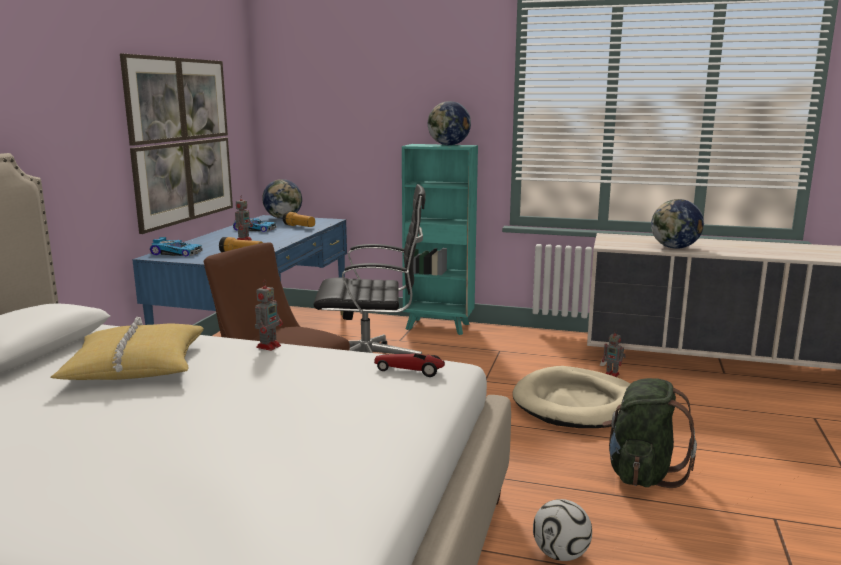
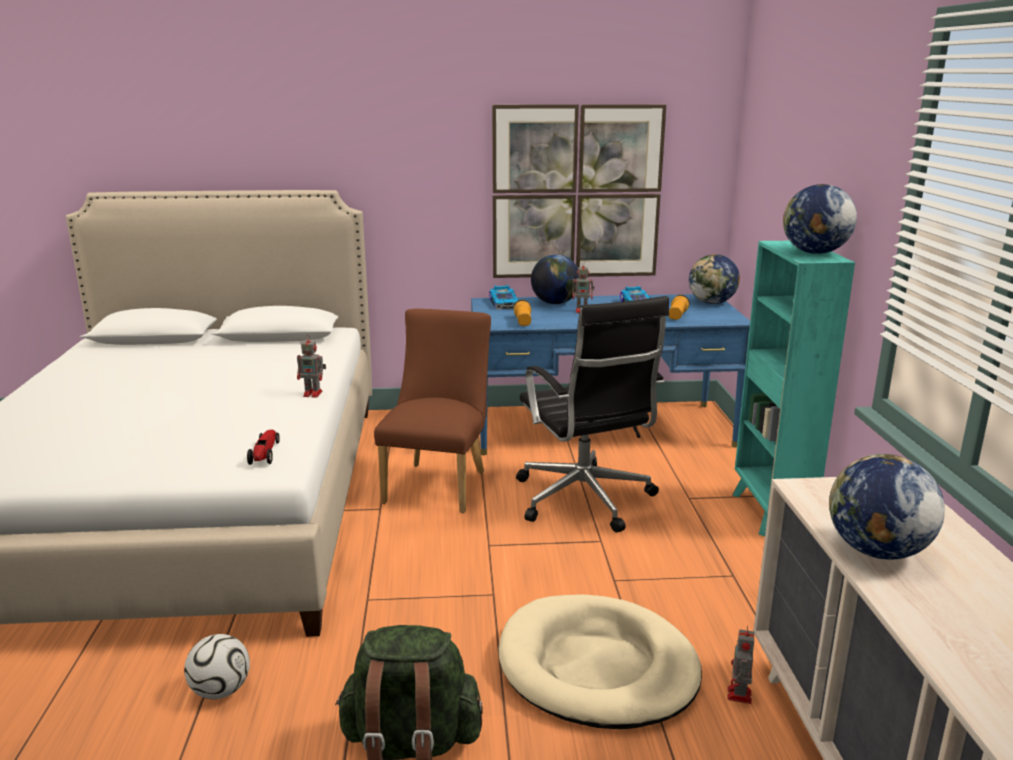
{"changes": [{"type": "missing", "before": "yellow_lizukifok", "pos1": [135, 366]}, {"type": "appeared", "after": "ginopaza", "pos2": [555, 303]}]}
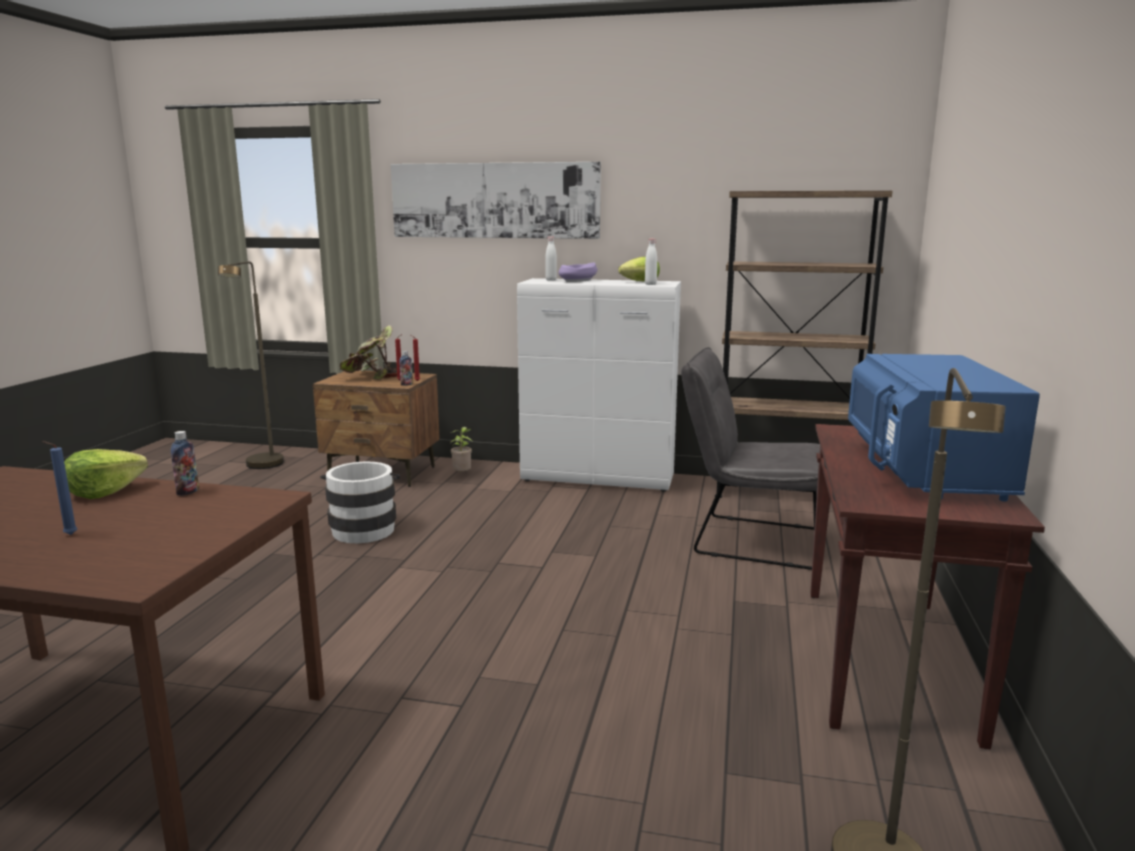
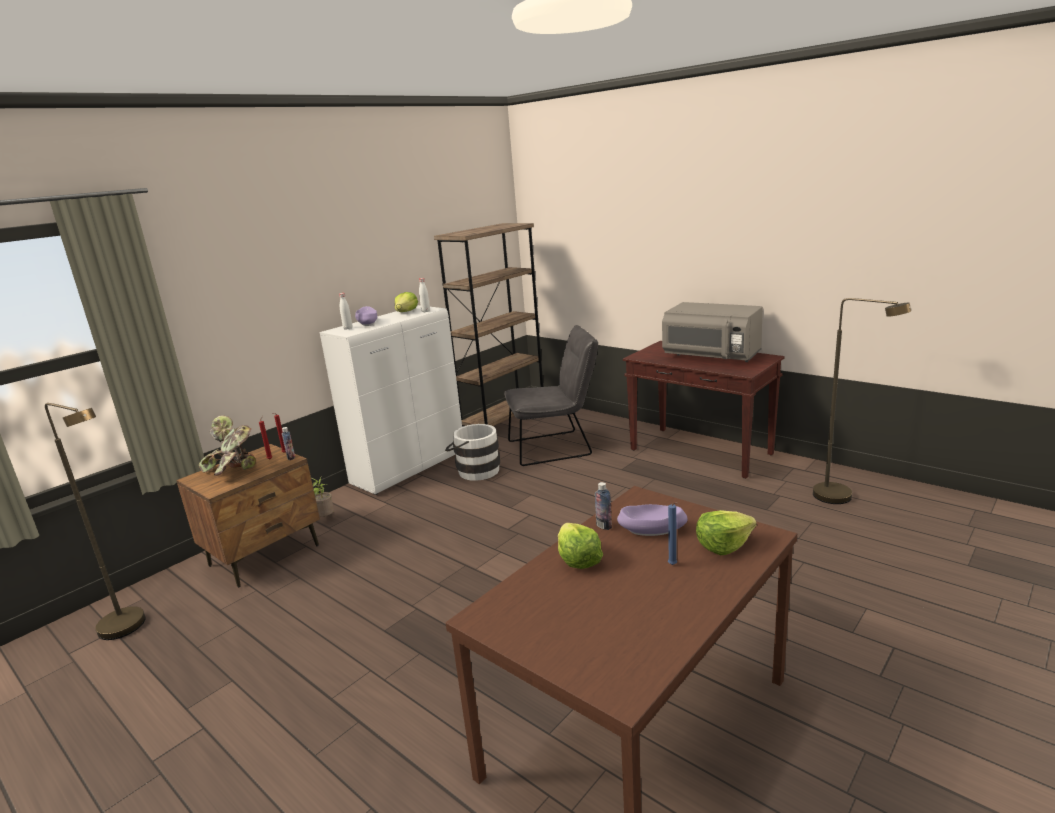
{"changes": [{"type": "missing", "before": "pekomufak", "pos1": [494, 200]}, {"type": "spun", "before": "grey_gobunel", "pos1": [748, 540], "pos2": [555, 447], "turn": -150}, {"type": "colour", "before": "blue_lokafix", "after": "grey_lokafix", "pos1": [923, 471], "pos2": [711, 356]}, {"type": "relocated", "before": "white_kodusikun", "pos1": [364, 528], "pos2": [475, 470]}, {"type": "appeared", "after": "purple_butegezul", "pos2": [652, 530]}, {"type": "appeared", "after": "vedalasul", "pos2": [723, 545]}]}
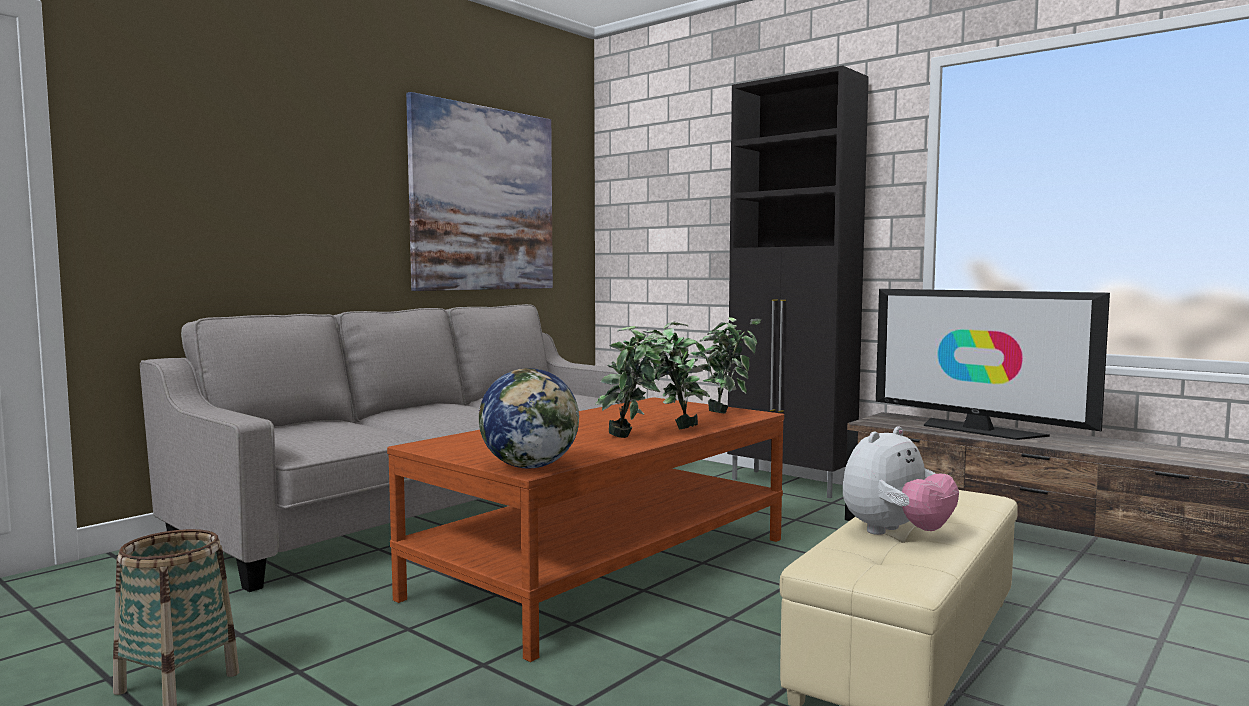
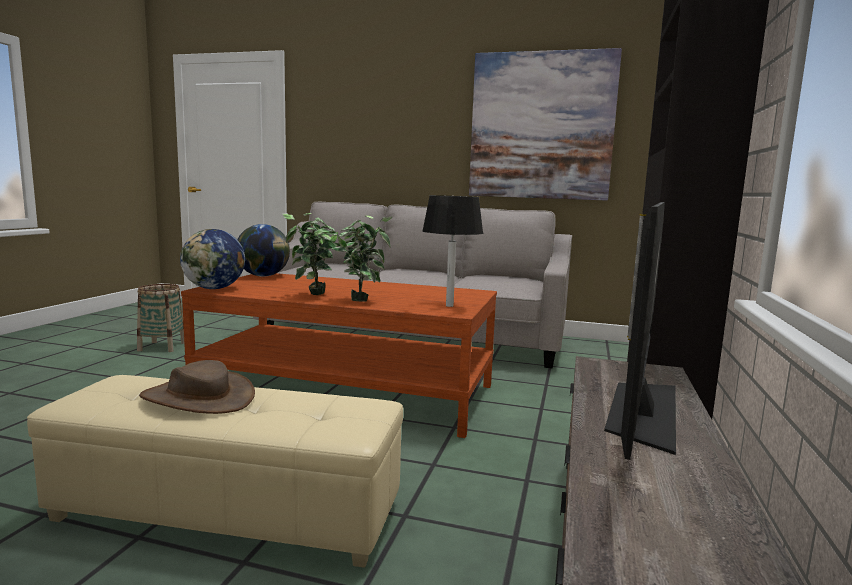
{"changes": [{"type": "exchanged", "before": "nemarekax", "after": "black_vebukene", "pos1": [725, 412], "pos2": [449, 306]}, {"type": "exchanged", "before": "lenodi", "after": "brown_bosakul", "pos1": [896, 533], "pos2": [198, 398]}, {"type": "appeared", "after": "ginopaza", "pos2": [263, 276]}]}
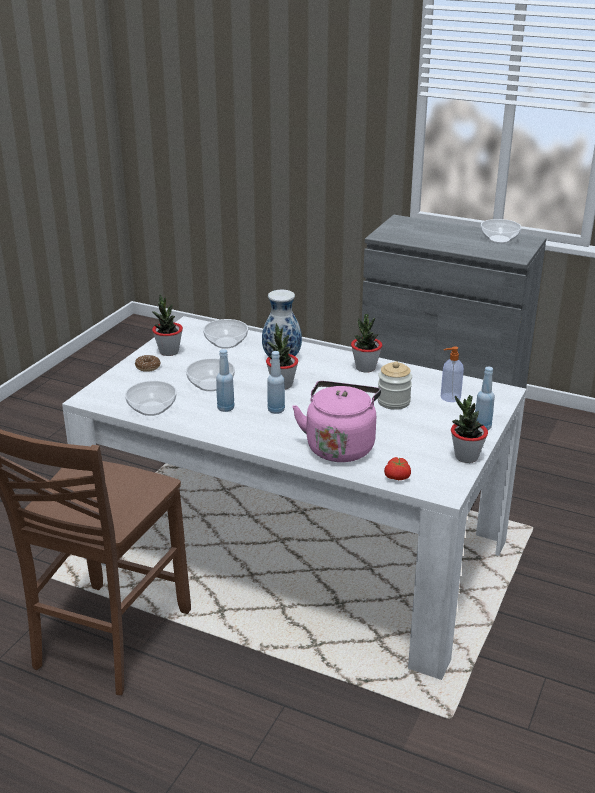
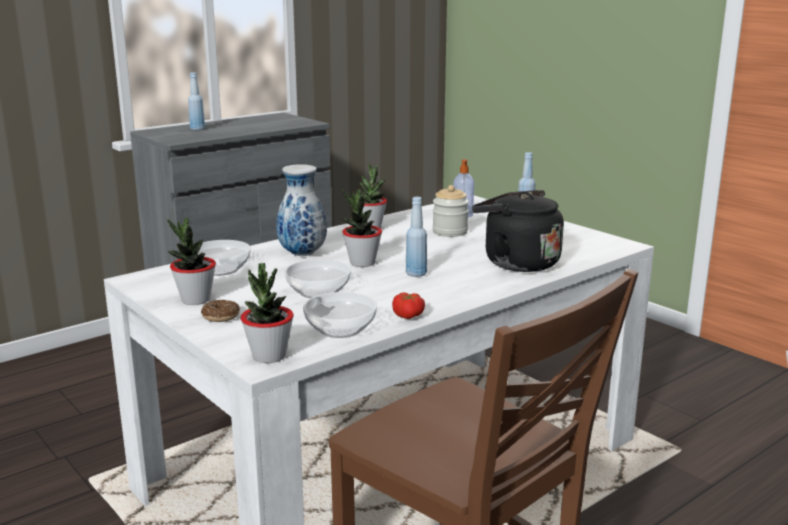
{"changes": [{"type": "missing", "before": "butegezul", "pos1": [499, 239]}, {"type": "relocated", "before": "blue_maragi", "pos1": [225, 408], "pos2": [197, 129]}, {"type": "colour", "before": "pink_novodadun", "after": "black_novodadun", "pos1": [340, 446], "pos2": [516, 263]}, {"type": "relocated", "before": "nemarekax", "pos1": [466, 457], "pos2": [269, 356]}, {"type": "relocated", "before": "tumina", "pos1": [398, 477], "pos2": [409, 316]}]}
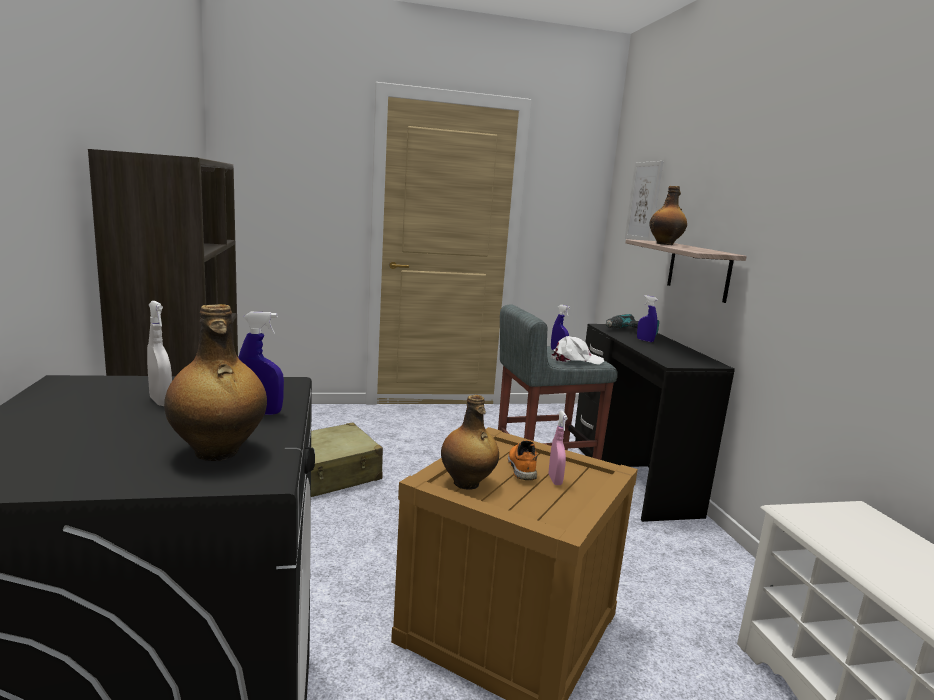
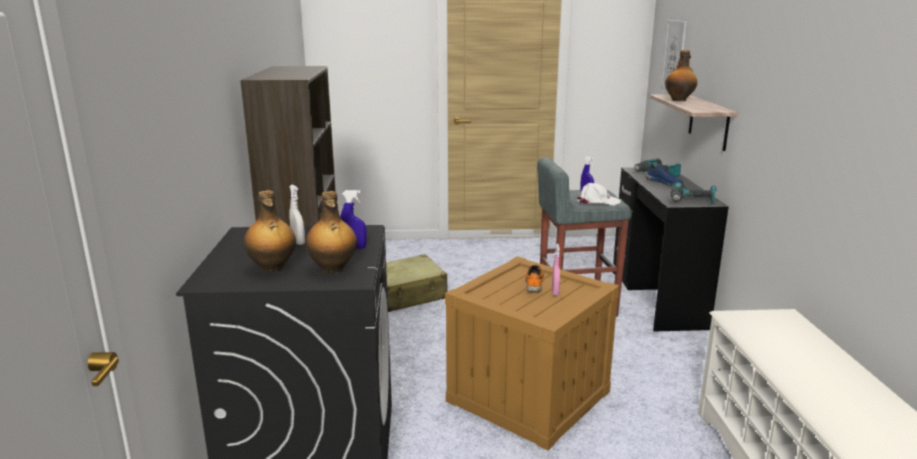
{"changes": [{"type": "exchanged", "before": "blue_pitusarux", "after": "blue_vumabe", "pos1": [645, 340], "pos2": [664, 182]}, {"type": "relocated", "before": "maragi", "pos1": [467, 483], "pos2": [272, 269]}, {"type": "appeared", "after": "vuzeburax", "pos2": [691, 201]}]}
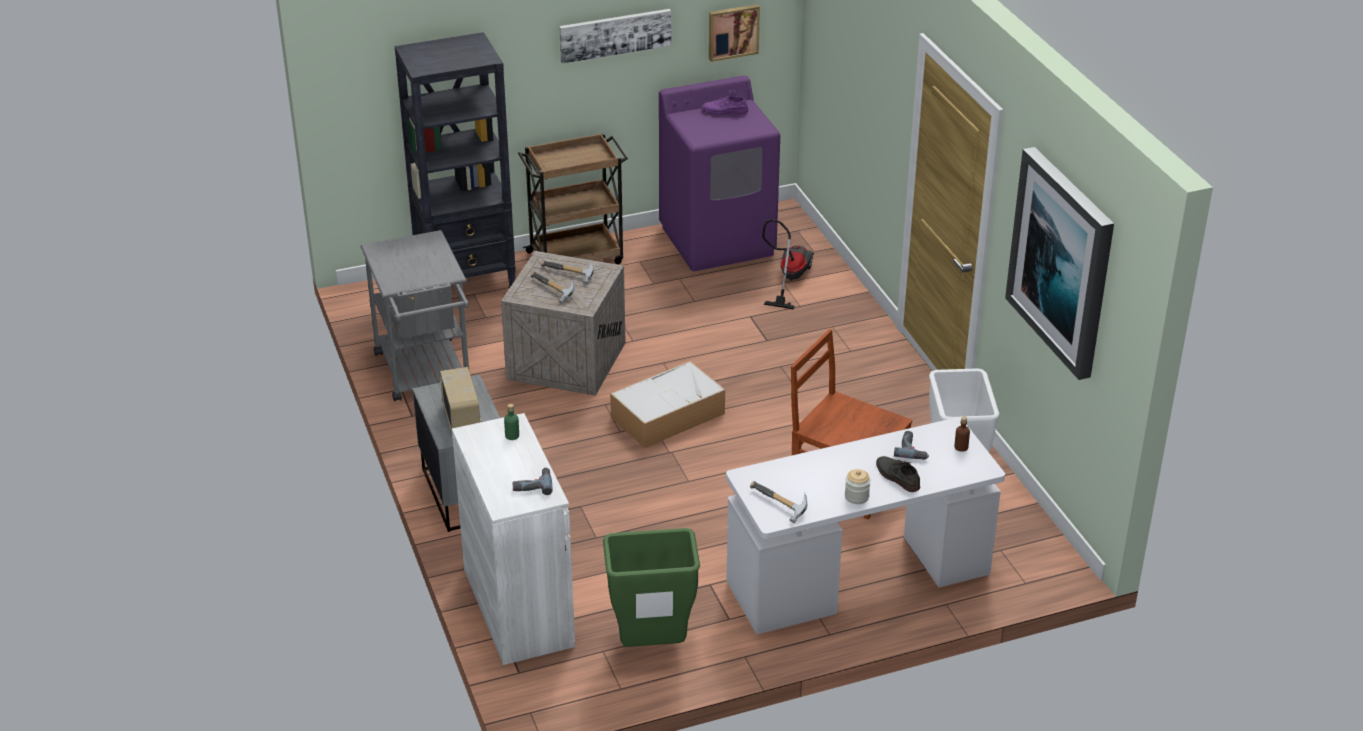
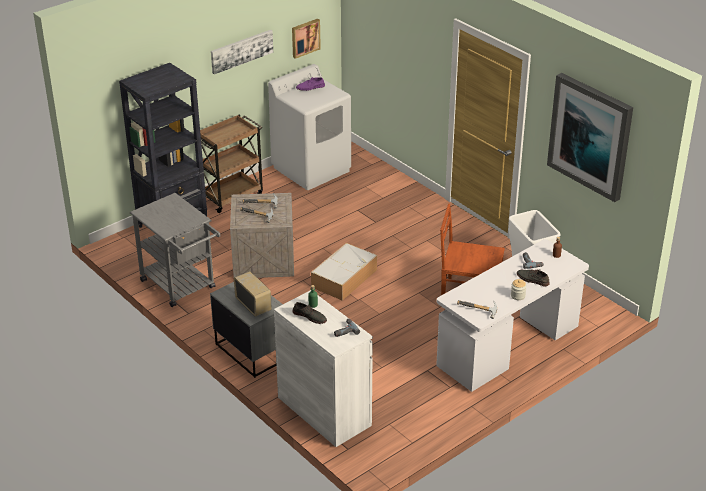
{"changes": [{"type": "colour", "before": "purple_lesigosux", "after": "white_lesigosux", "pos1": [718, 240], "pos2": [312, 169]}, {"type": "missing", "before": "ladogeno", "pos1": [788, 278]}, {"type": "missing", "before": "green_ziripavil", "pos1": [651, 646]}, {"type": "appeared", "after": "grey_vumabe", "pos2": [310, 316]}]}
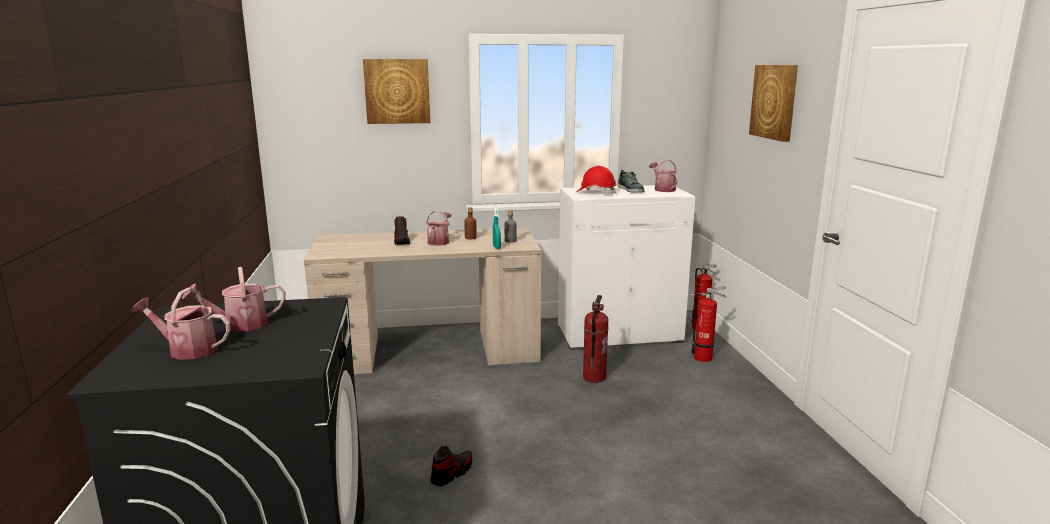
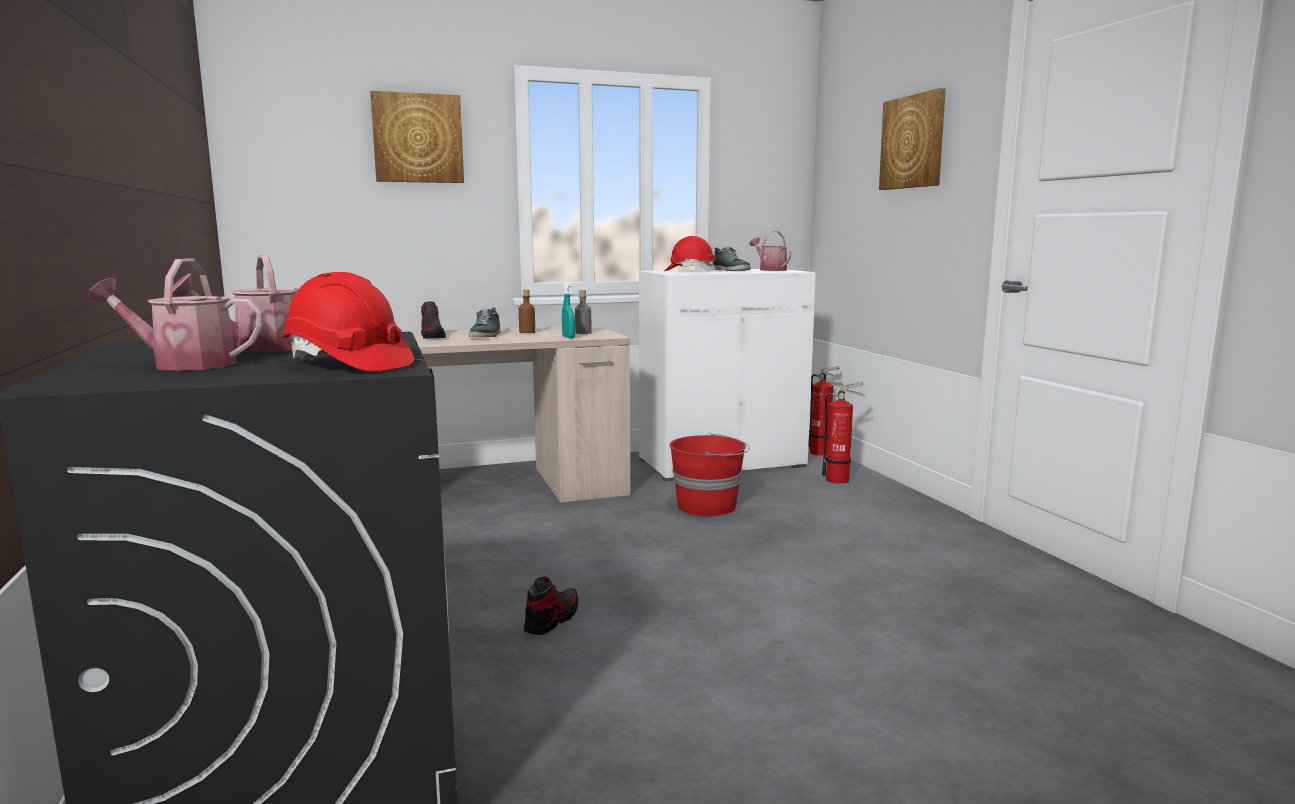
{"changes": [{"type": "exchanged", "before": "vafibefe", "after": "vumabe", "pos1": [439, 241], "pos2": [486, 335]}, {"type": "exchanged", "before": "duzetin", "after": "red_kodusikun", "pos1": [594, 377], "pos2": [708, 506]}, {"type": "appeared", "after": "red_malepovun", "pos2": [348, 364]}]}
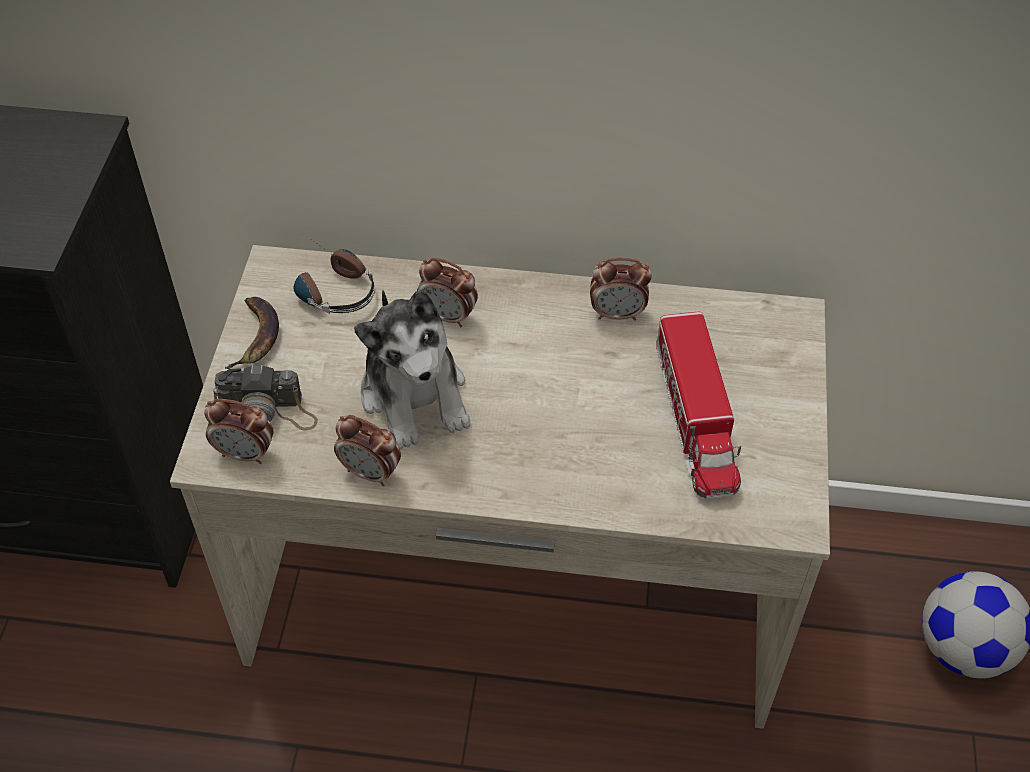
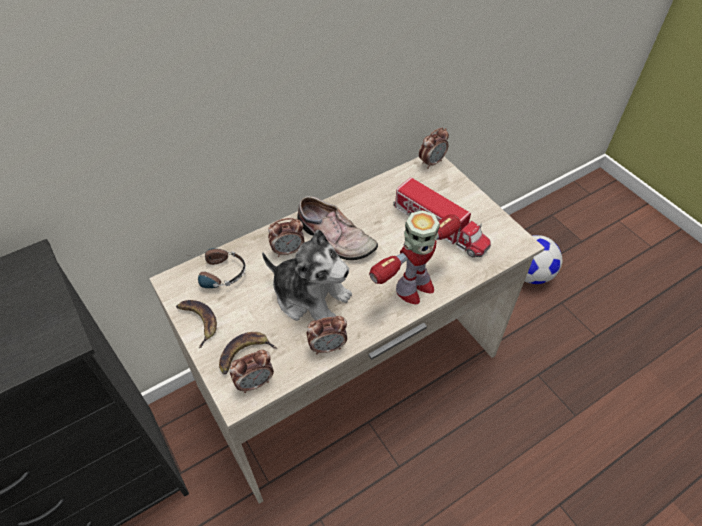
{"changes": [{"type": "relocated", "before": "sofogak", "pos1": [617, 314], "pos2": [432, 162]}, {"type": "exchanged", "before": "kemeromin", "after": "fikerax", "pos1": [267, 411], "pos2": [244, 354]}, {"type": "appeared", "after": "vumabe", "pos2": [334, 238]}, {"type": "appeared", "after": "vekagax", "pos2": [413, 288]}]}
